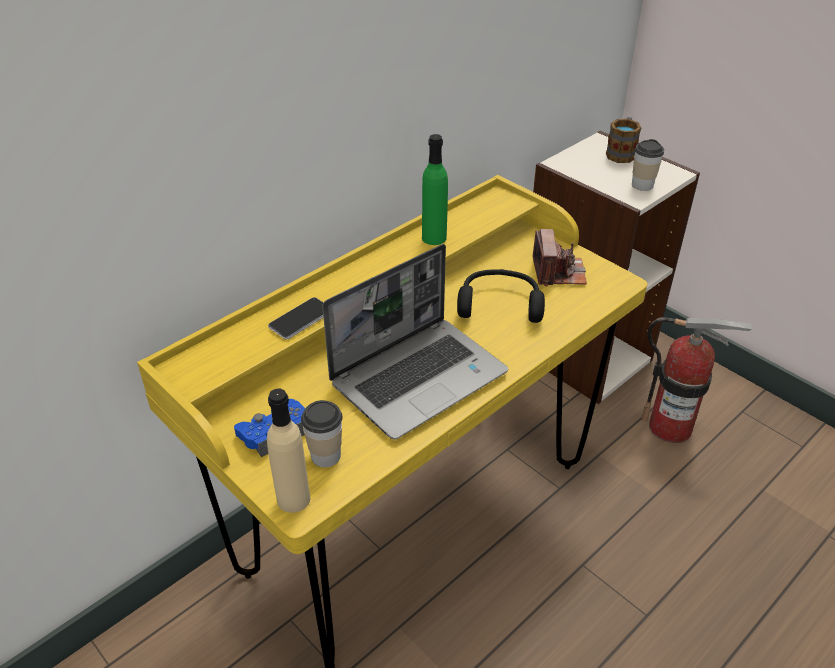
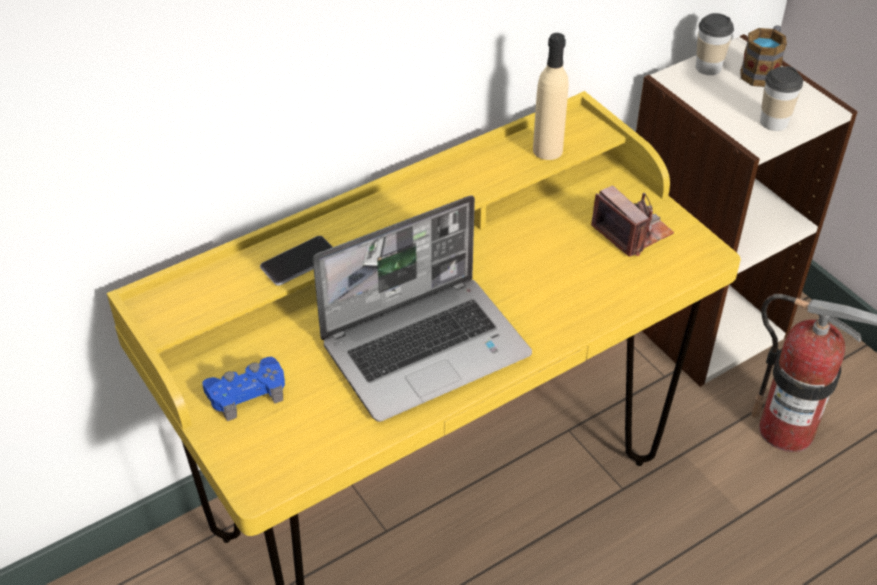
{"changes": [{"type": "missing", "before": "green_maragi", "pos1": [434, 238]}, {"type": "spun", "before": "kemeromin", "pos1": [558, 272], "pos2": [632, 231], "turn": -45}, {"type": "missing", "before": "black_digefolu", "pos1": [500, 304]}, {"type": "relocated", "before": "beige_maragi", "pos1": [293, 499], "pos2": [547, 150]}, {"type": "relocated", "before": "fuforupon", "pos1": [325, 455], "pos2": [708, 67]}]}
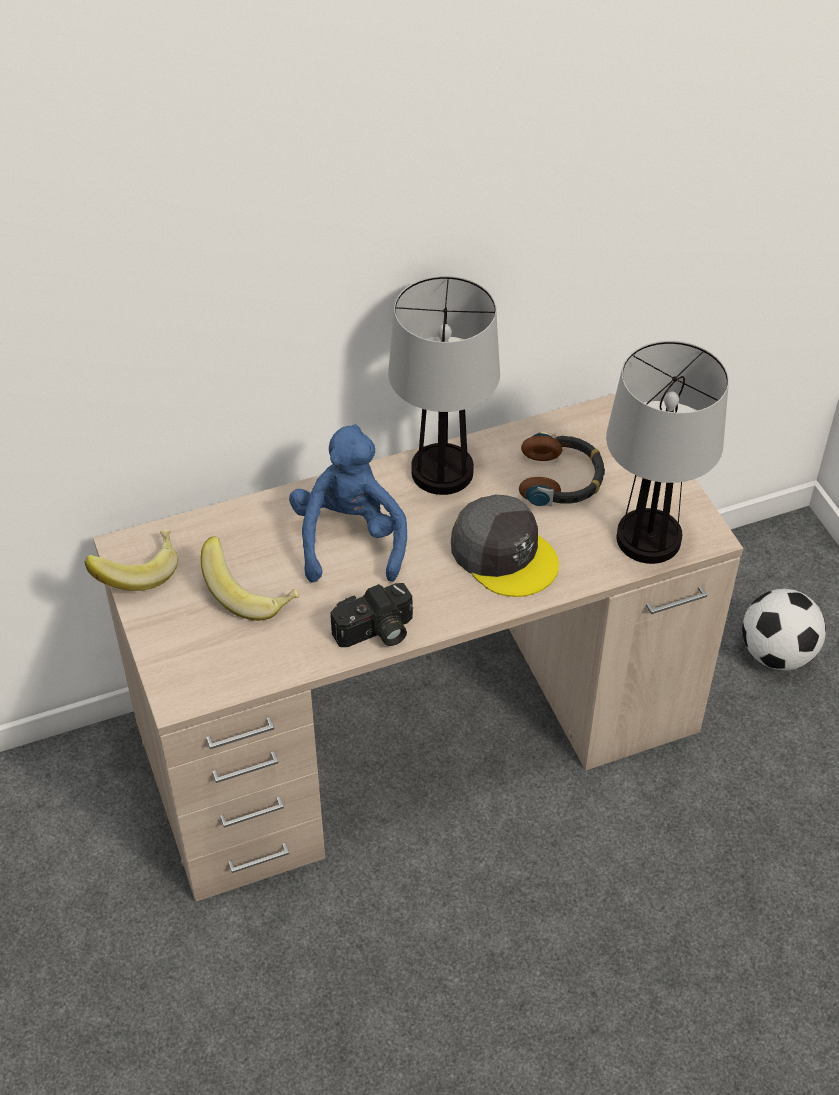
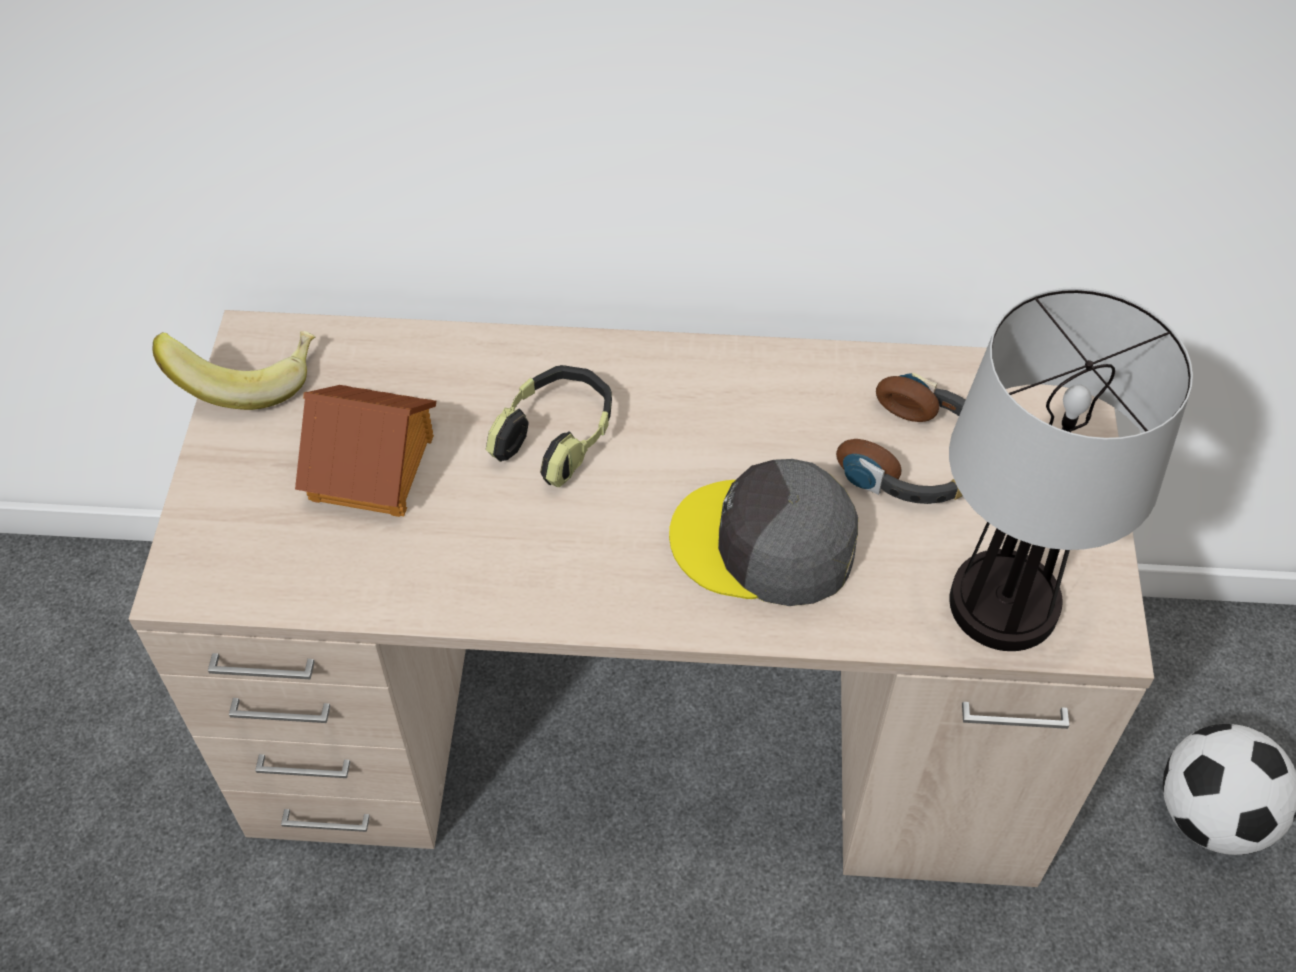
{"changes": [{"type": "missing", "before": "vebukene", "pos1": [443, 472]}, {"type": "exchanged", "before": "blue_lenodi", "after": "digefolu", "pos1": [349, 539], "pos2": [556, 436]}, {"type": "spun", "before": "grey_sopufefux", "pos1": [504, 554], "pos2": [765, 543], "turn": 120}, {"type": "exchanged", "before": "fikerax", "after": "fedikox", "pos1": [251, 593], "pos2": [374, 467]}, {"type": "missing", "before": "kemeromin", "pos1": [376, 633]}]}
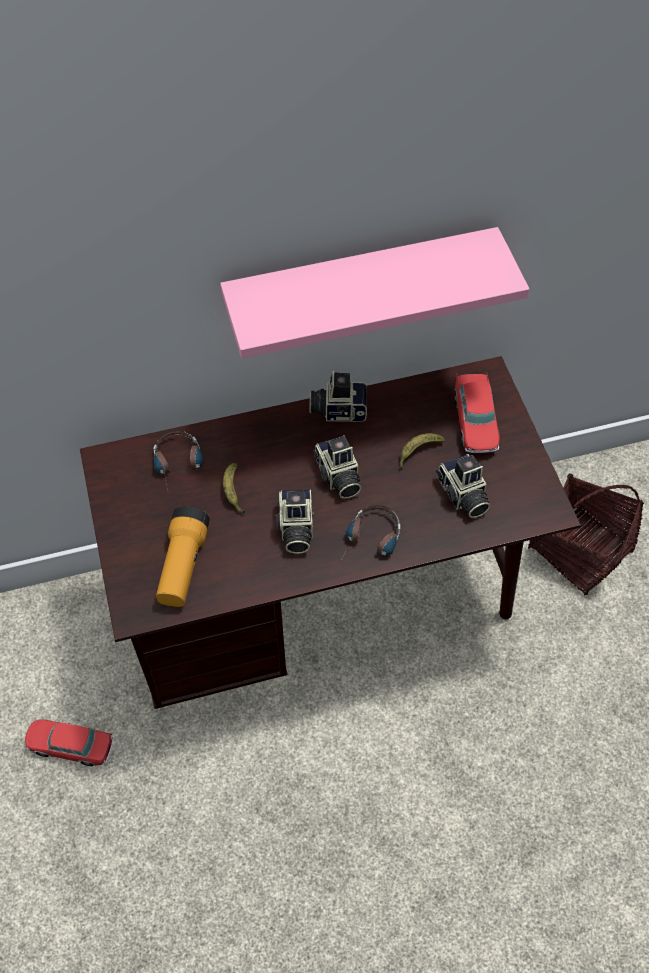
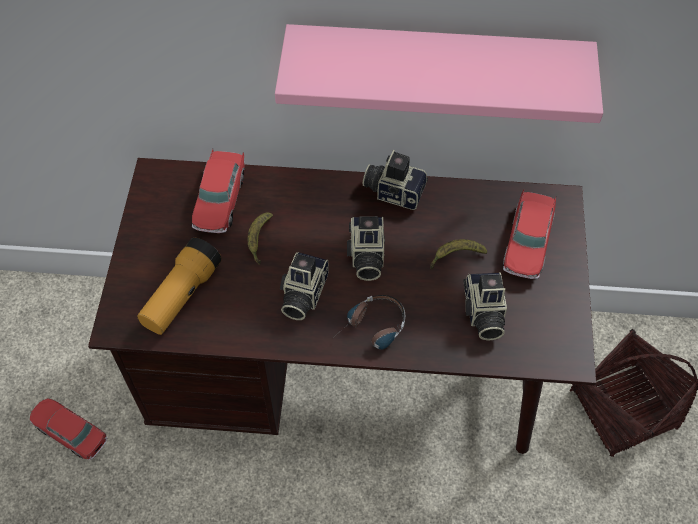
{"changes": [{"type": "exchanged", "before": "digefolu", "after": "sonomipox", "pos1": [179, 465], "pos2": [220, 200]}]}
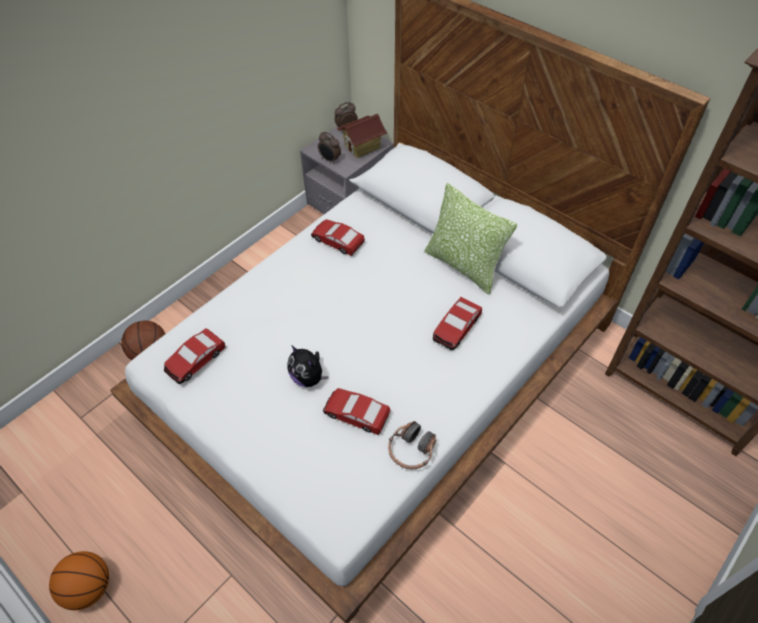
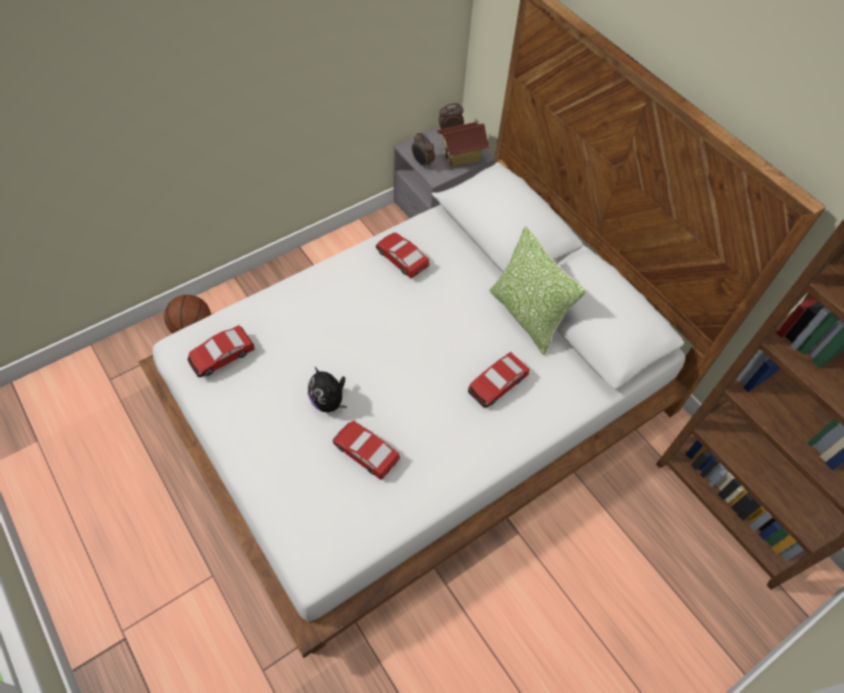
{"changes": [{"type": "missing", "before": "digefolu", "pos1": [411, 450]}, {"type": "missing", "before": "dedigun", "pos1": [89, 588]}]}
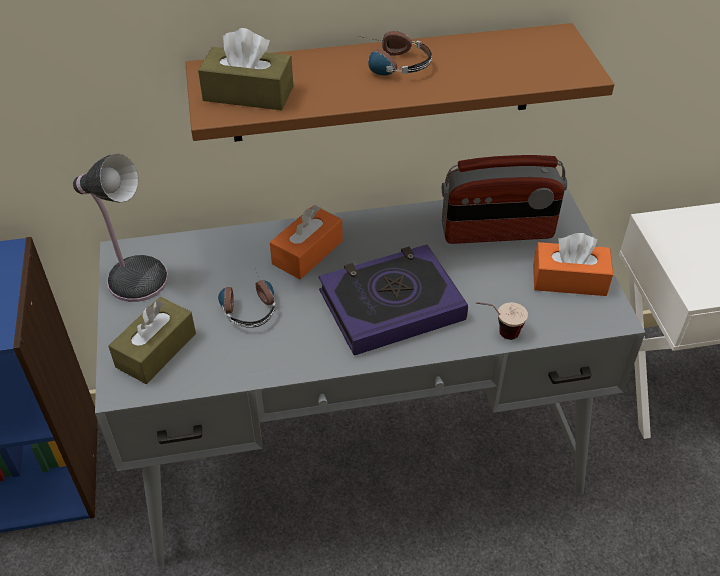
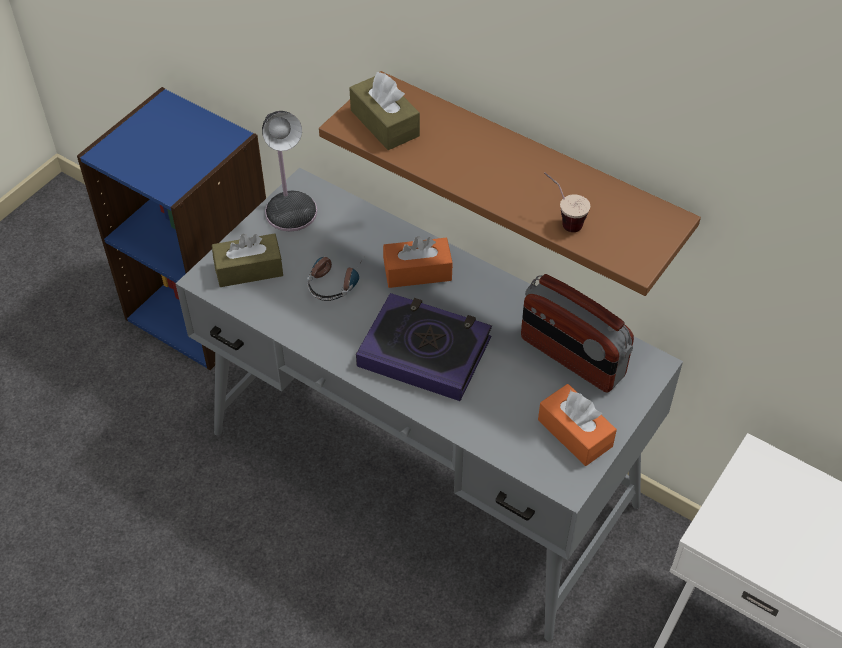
{"changes": [{"type": "missing", "before": "digefolu", "pos1": [389, 64]}, {"type": "relocated", "before": "fuforupon", "pos1": [497, 333], "pos2": [562, 220]}]}
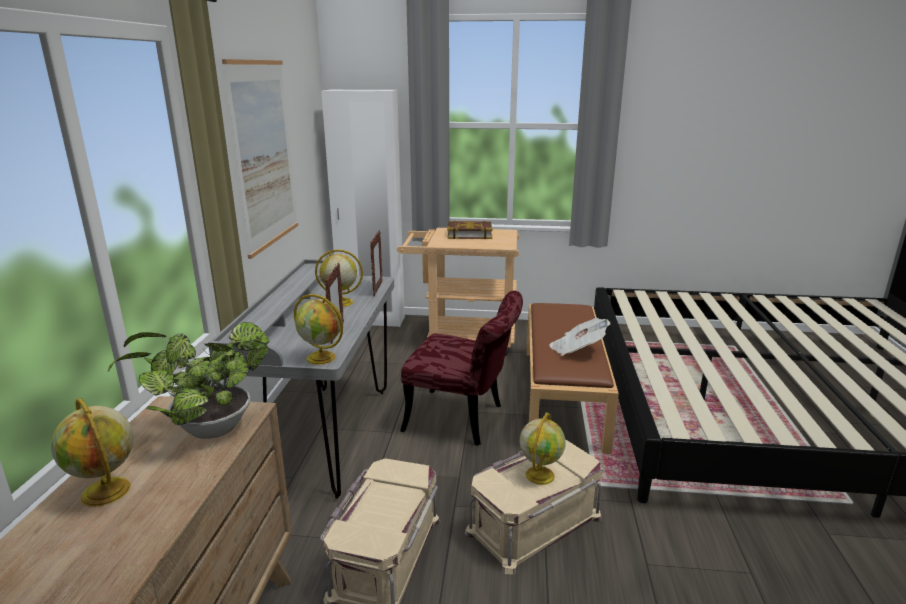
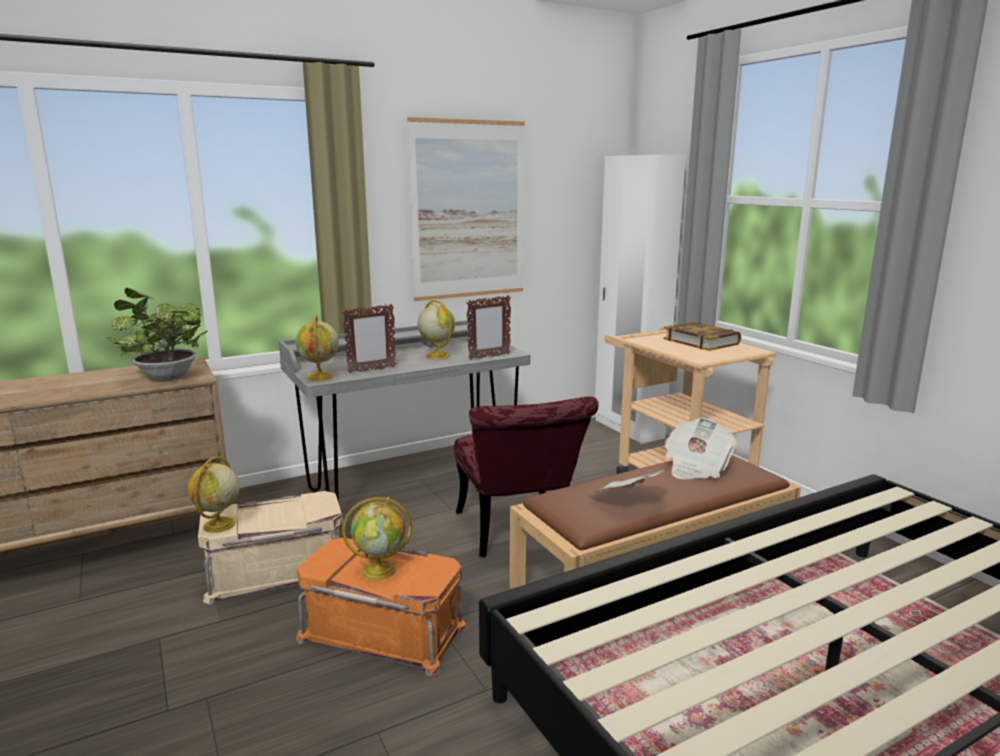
{"changes": [{"type": "relocated", "before": "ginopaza", "pos1": [107, 492], "pos2": [219, 526]}, {"type": "colour", "before": "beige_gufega", "after": "orange_gufega", "pos1": [533, 523], "pos2": [384, 631]}, {"type": "appeared", "after": "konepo", "pos2": [696, 467]}]}
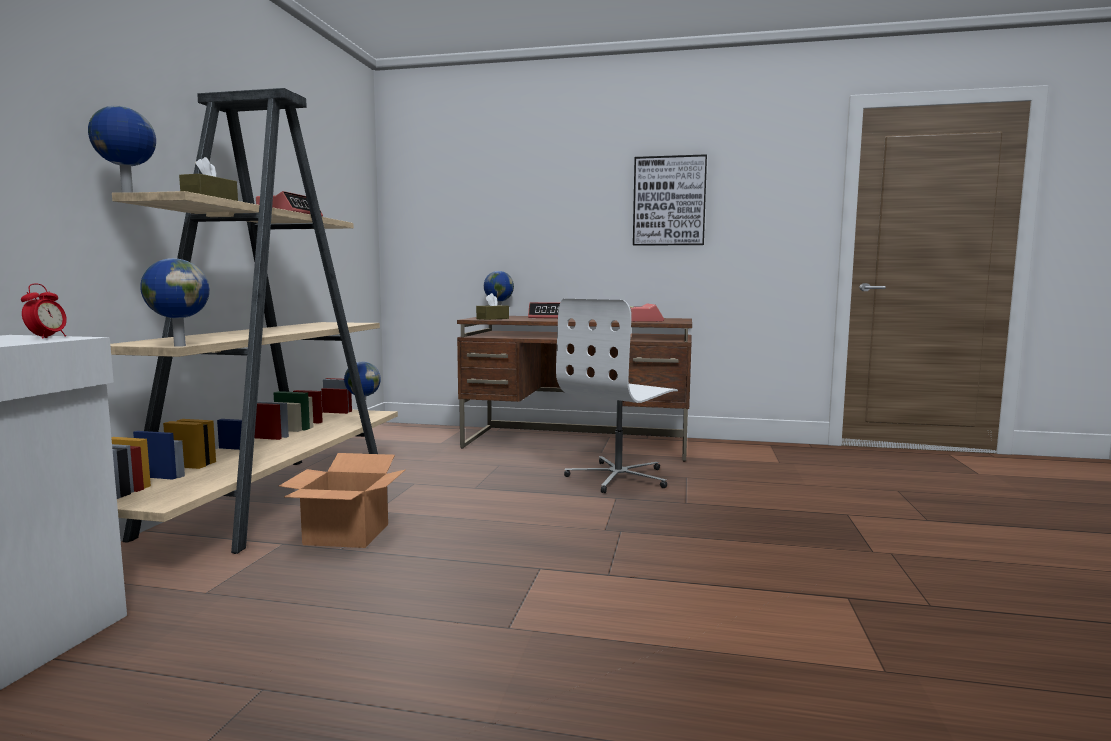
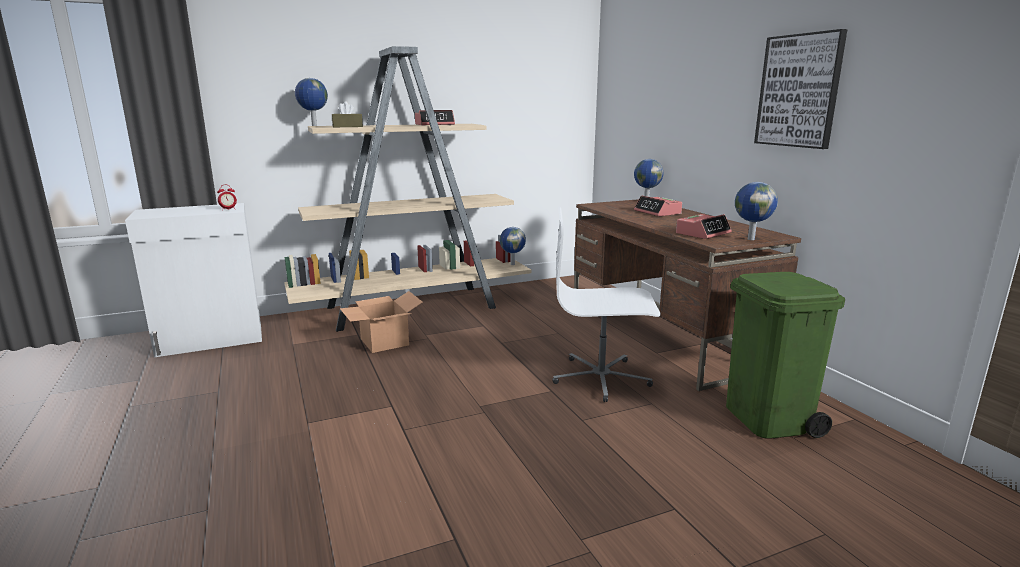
{"changes": [{"type": "relocated", "before": "ginopaza", "pos1": [179, 346], "pos2": [750, 239]}, {"type": "missing", "before": "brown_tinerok", "pos1": [492, 318]}, {"type": "appeared", "after": "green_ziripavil", "pos2": [768, 419]}]}
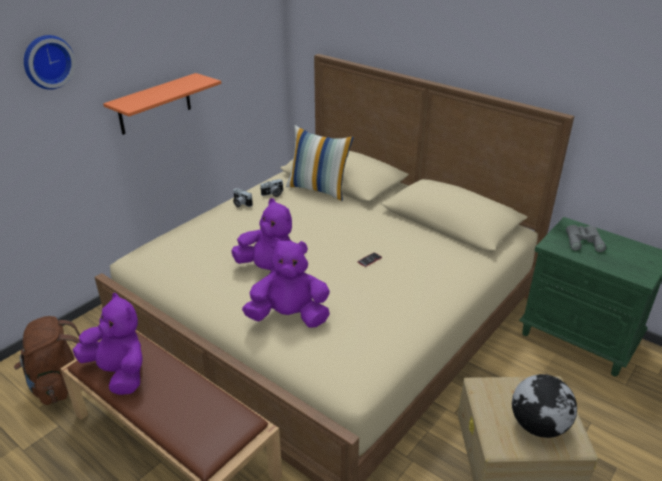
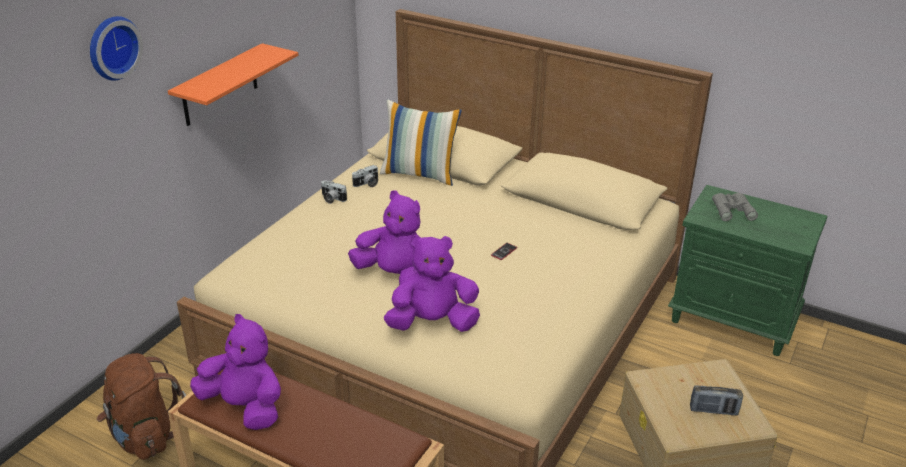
{"changes": [{"type": "exchanged", "before": "ginopaza", "after": "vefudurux", "pos1": [538, 425], "pos2": [713, 410]}]}
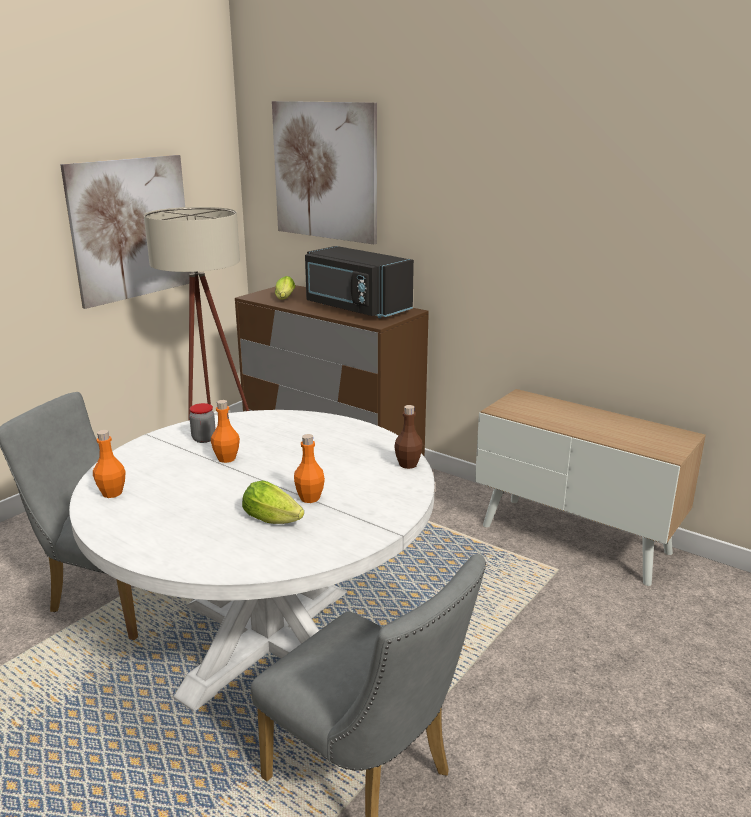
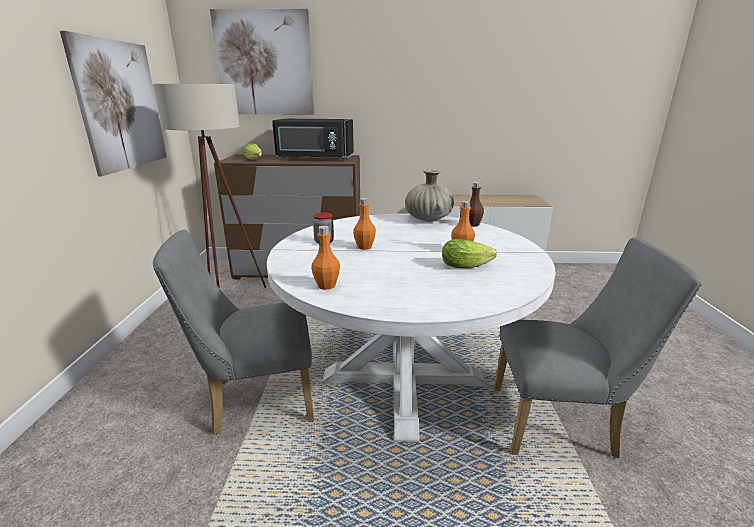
{"changes": [{"type": "appeared", "after": "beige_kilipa", "pos2": [428, 219]}]}
